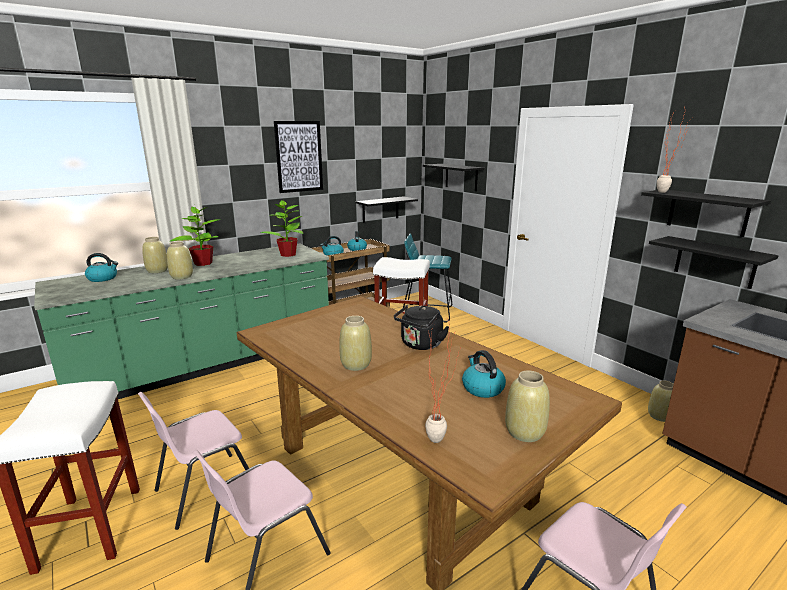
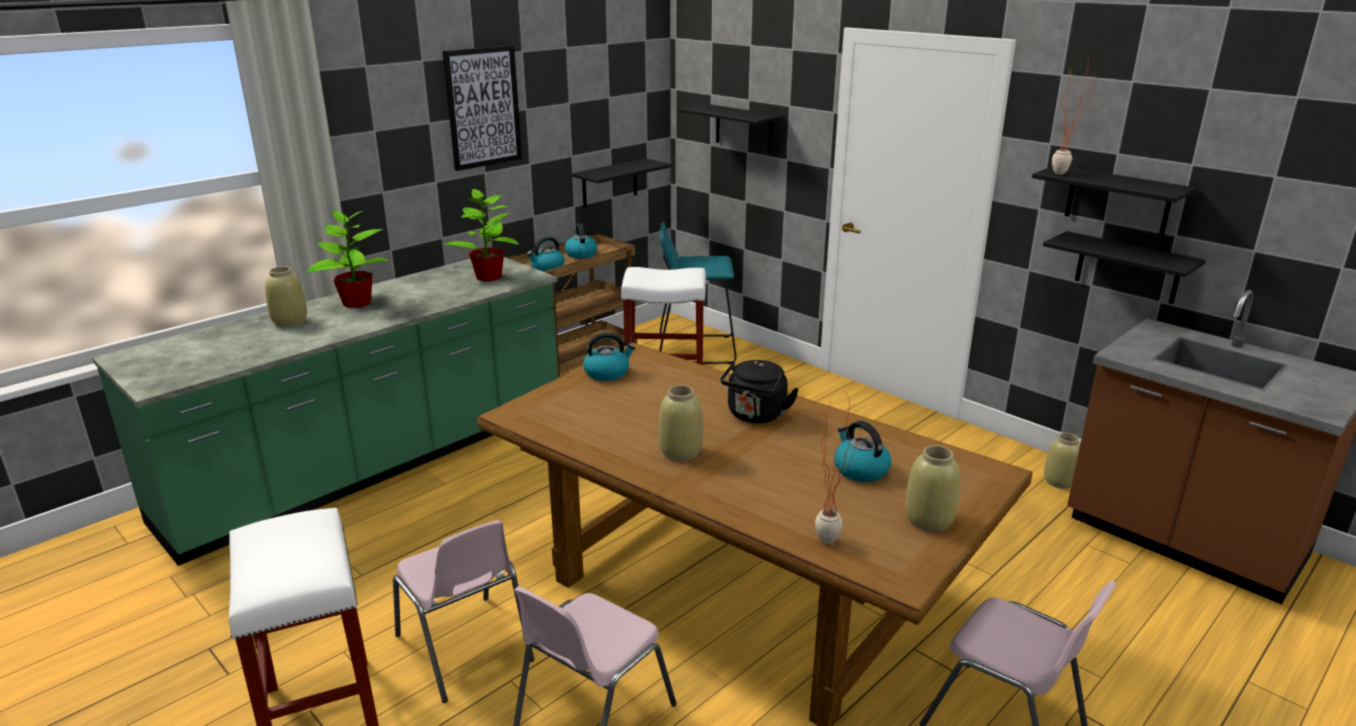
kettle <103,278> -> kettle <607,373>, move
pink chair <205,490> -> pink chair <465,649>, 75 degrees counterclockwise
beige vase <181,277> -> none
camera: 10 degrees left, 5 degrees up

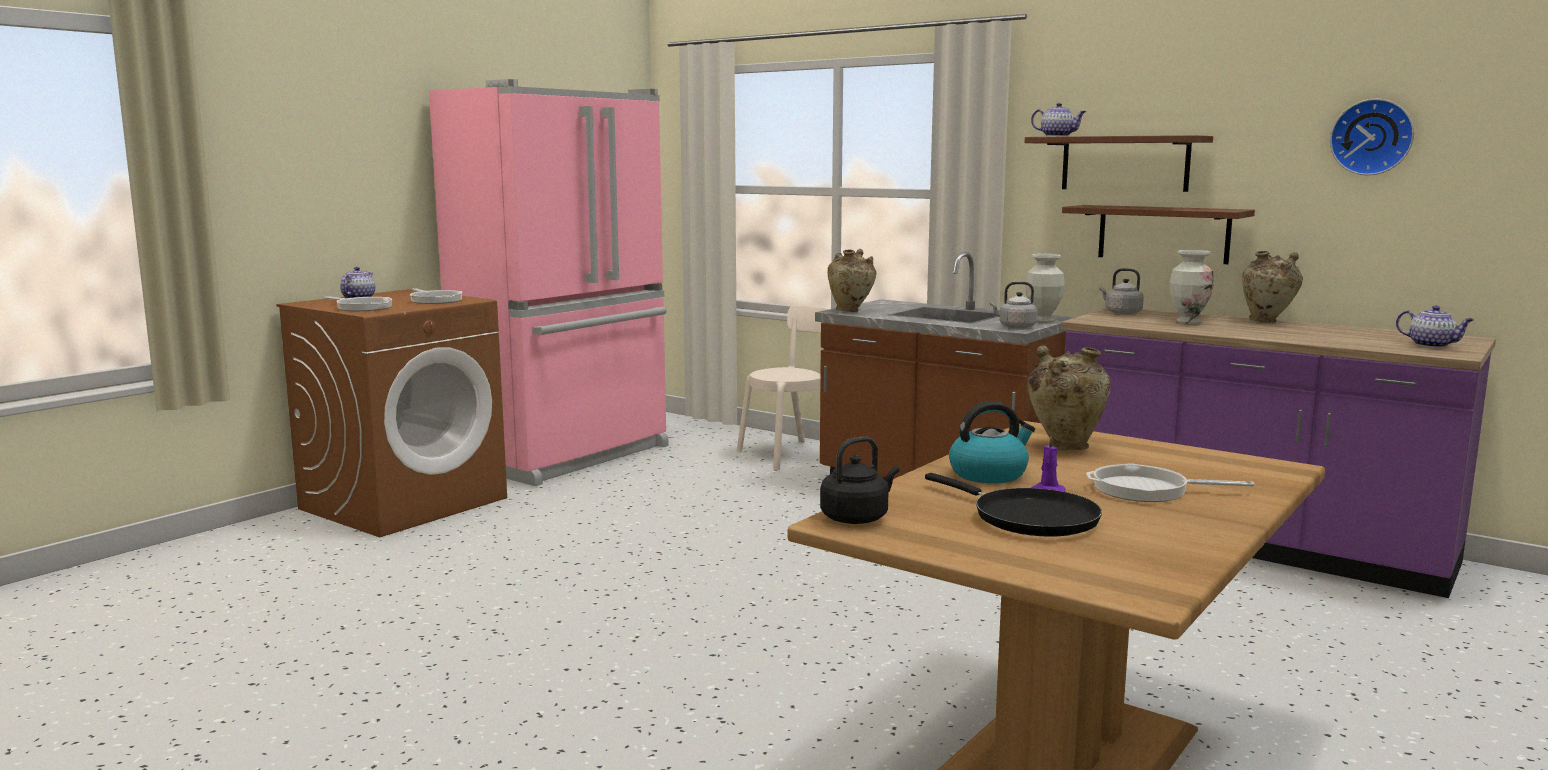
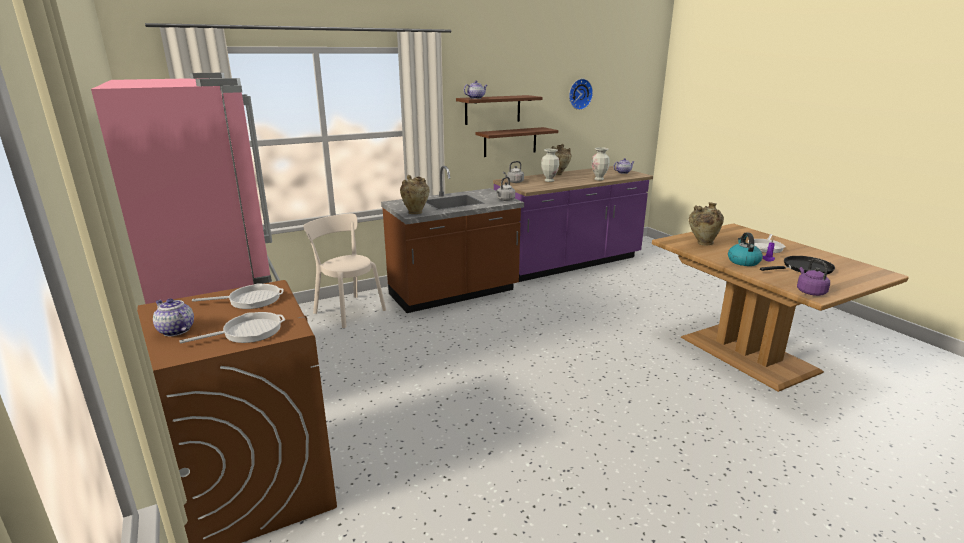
beige chair <794,454> -> beige chair <348,310>, 45 degrees counterclockwise
black kettle <857,518> -> purple kettle <809,292>
vase <1042,321> -> vase <599,179>, move
camera: 65 degrees left, 10 degrees up

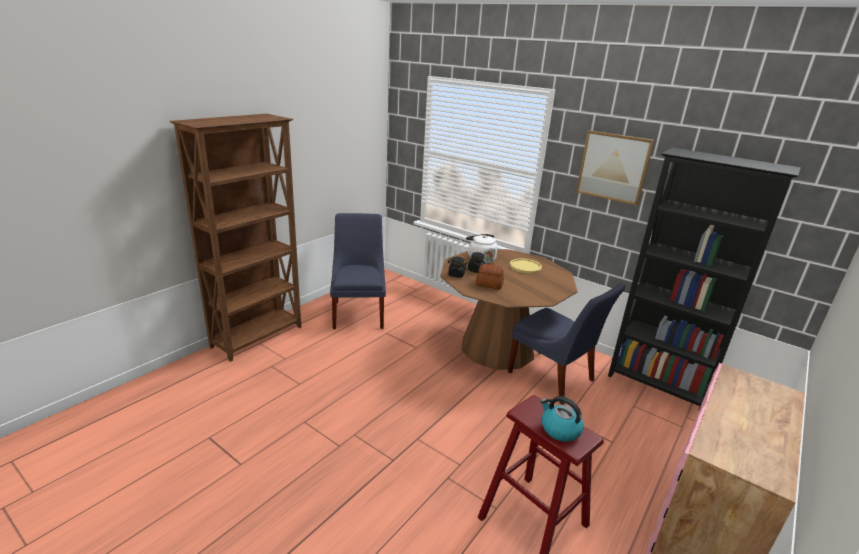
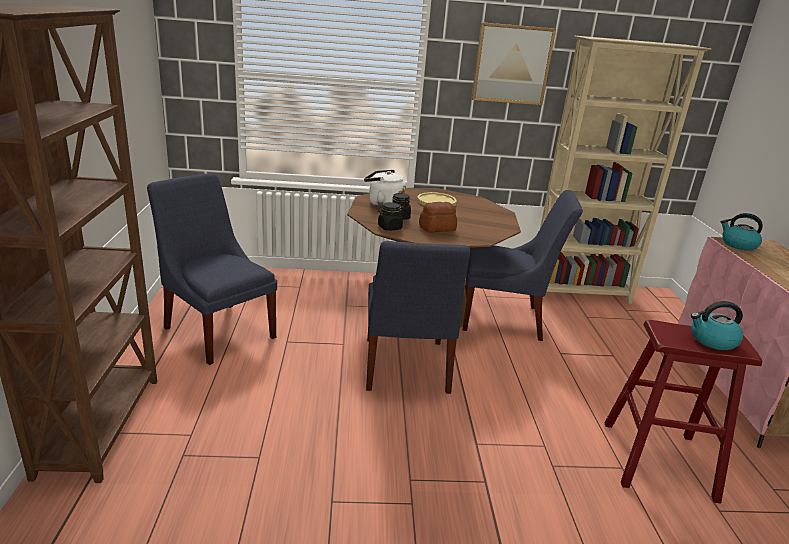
black bookcase <658,386> -> beige bookcase <580,293>
none -> blue chair <405,368>
none -> kettle <738,245>
camera: 40 degrees left, 0 degrees up

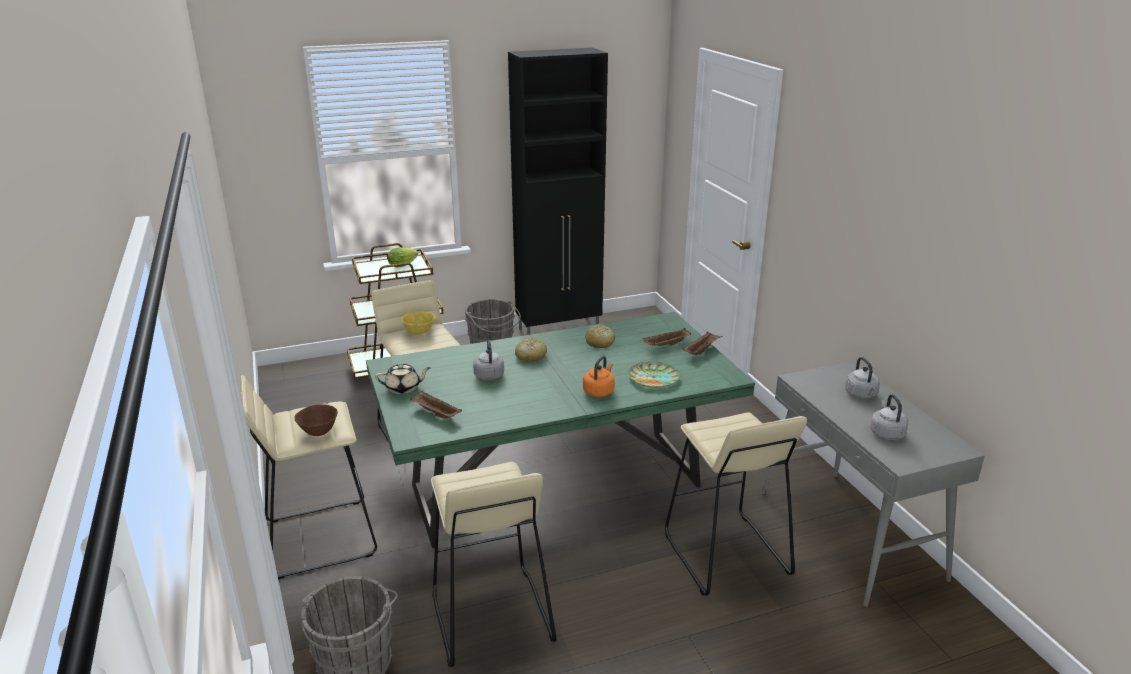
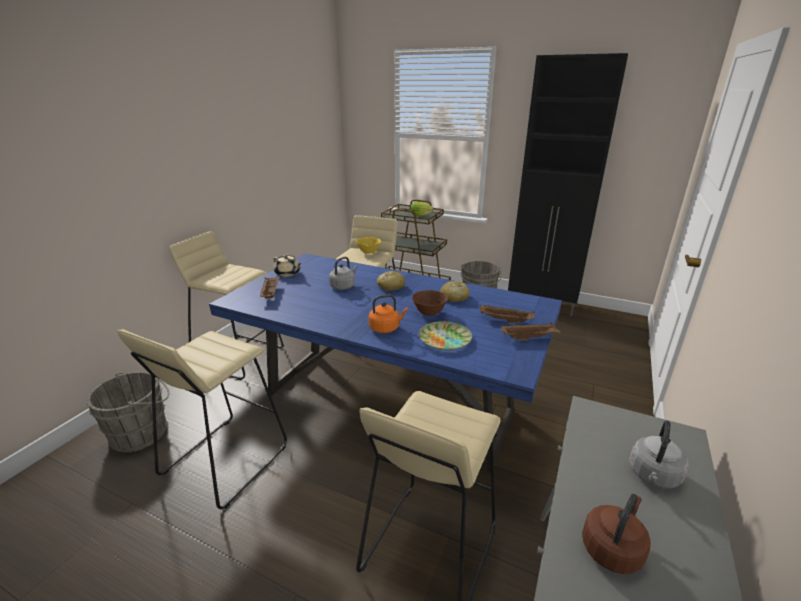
brown bowl <318,432> -> brown bowl <429,313>, move
green dining table <557,486> -> blue dining table <389,402>
grey kettle <886,433> -> brown kettle <612,548>
camera: 45 degrees right, 0 degrees up

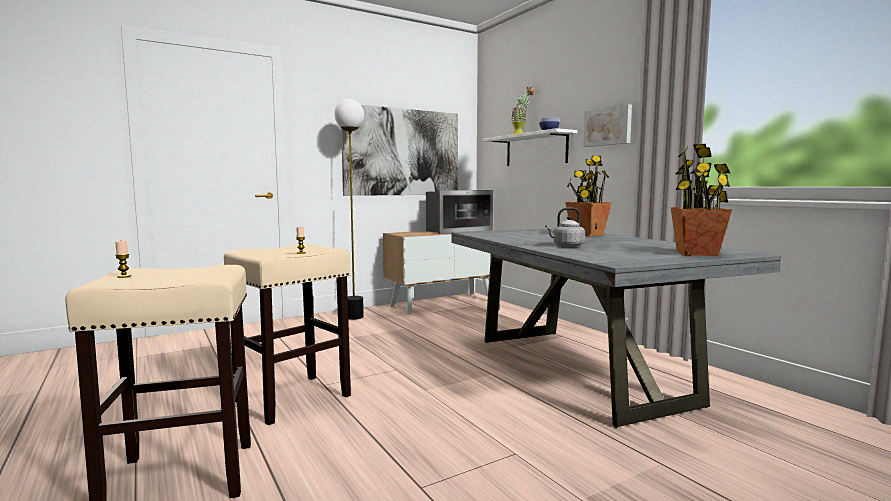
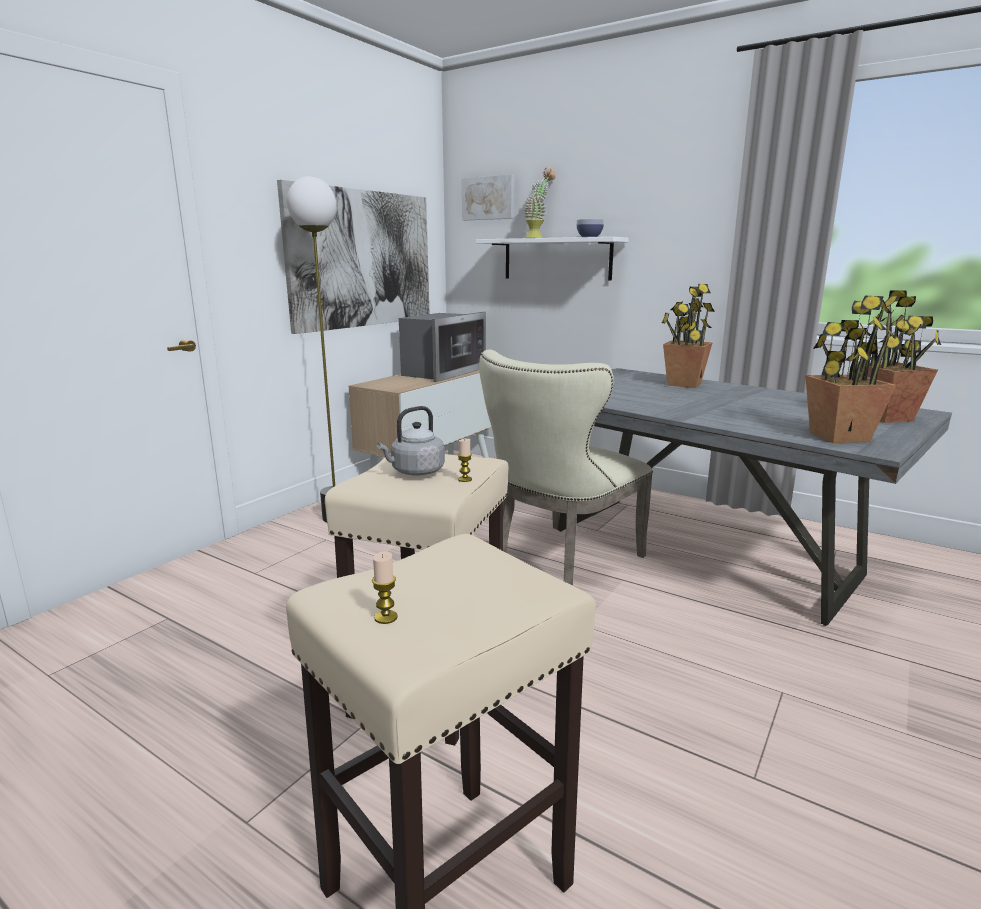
grey kettle <566,246> -> grey kettle <415,472>, move
picture <608,126> -> picture <489,198>, move
none -> beige chair <561,563>
none -> potted plant <838,437>
camera: 25 degrees left, 10 degrees up

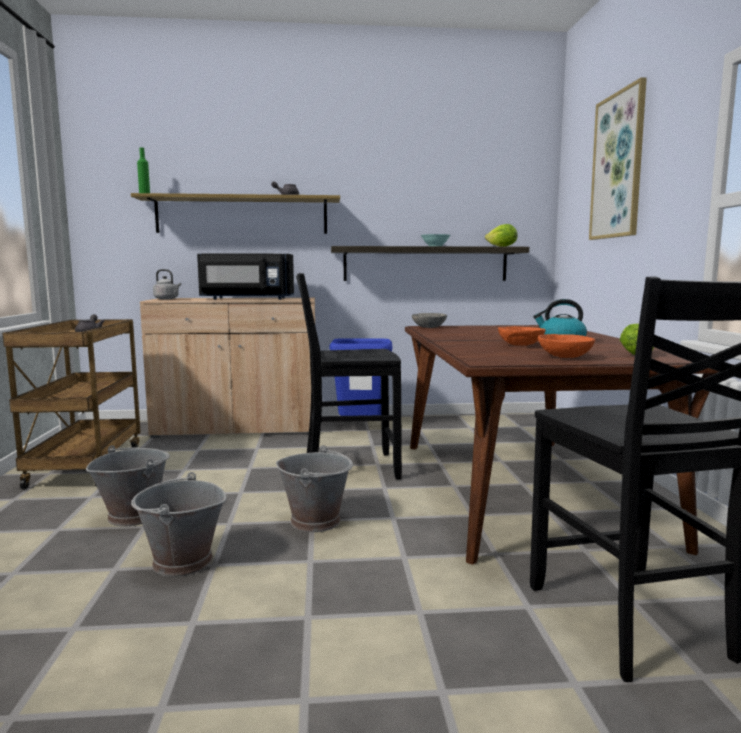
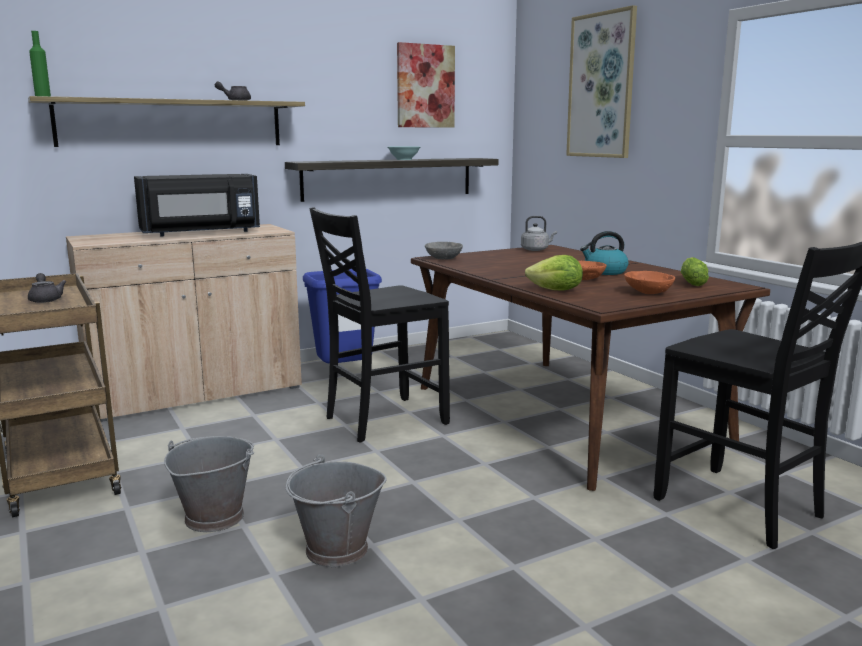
grey kettle <167,299> -> grey kettle <536,249>, move
grey bucket <316,521> -> none
lettuce <501,246> -> lettuce <556,291>, move
none -> picture <425,86>
camera: 25 degrees left, 5 degrees up

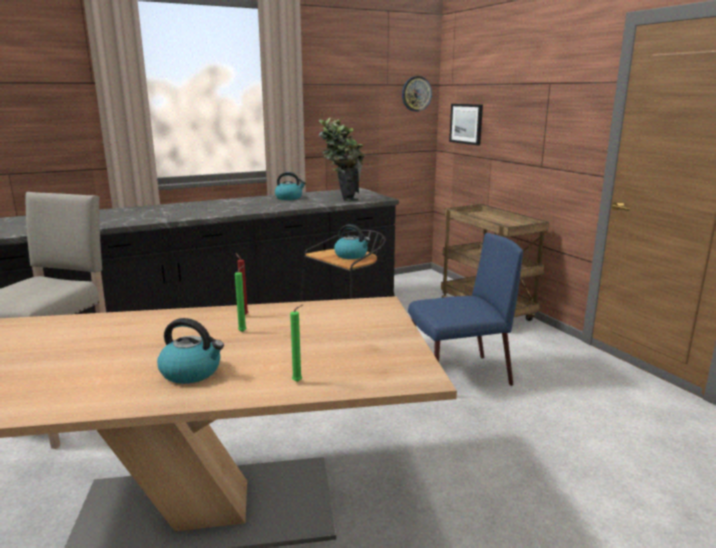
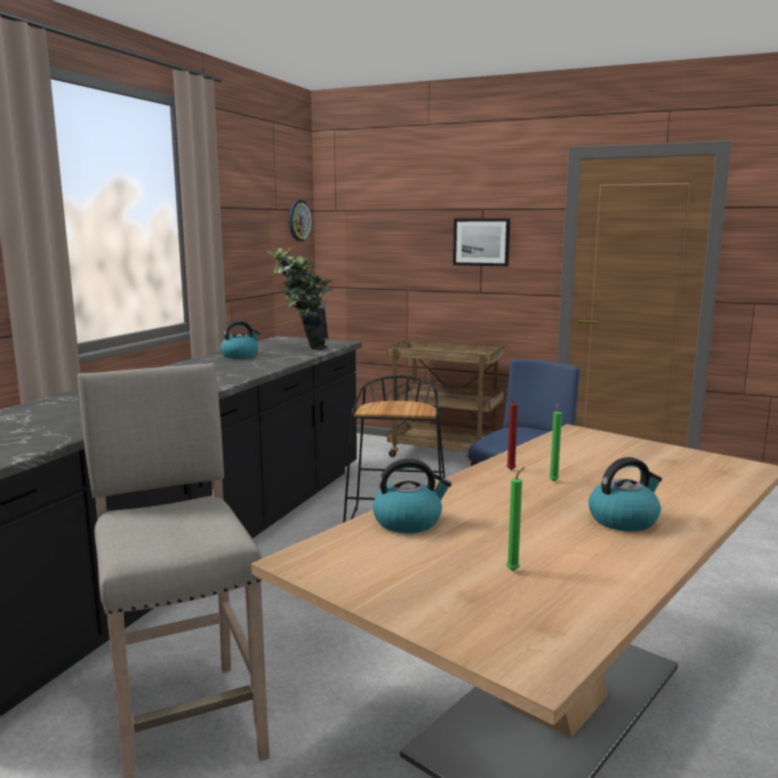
green candle <299,382> -> green candle <514,570>, move
kettle <351,255> -> kettle <408,521>, move
picture <466,124> -> picture <481,242>, move
camera: 40 degrees left, 5 degrees down

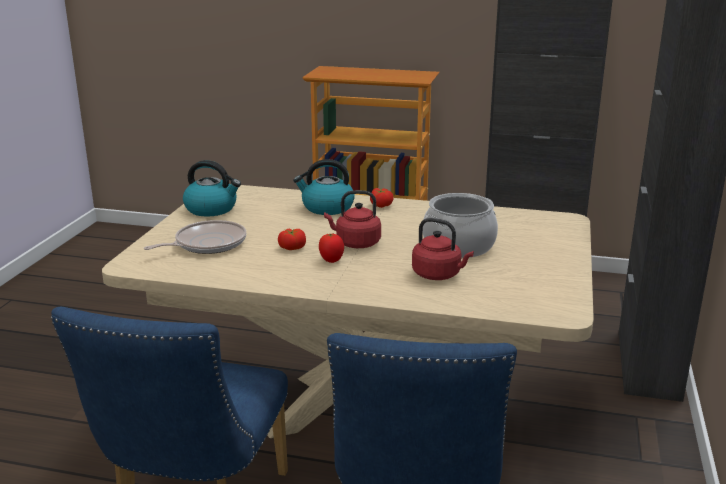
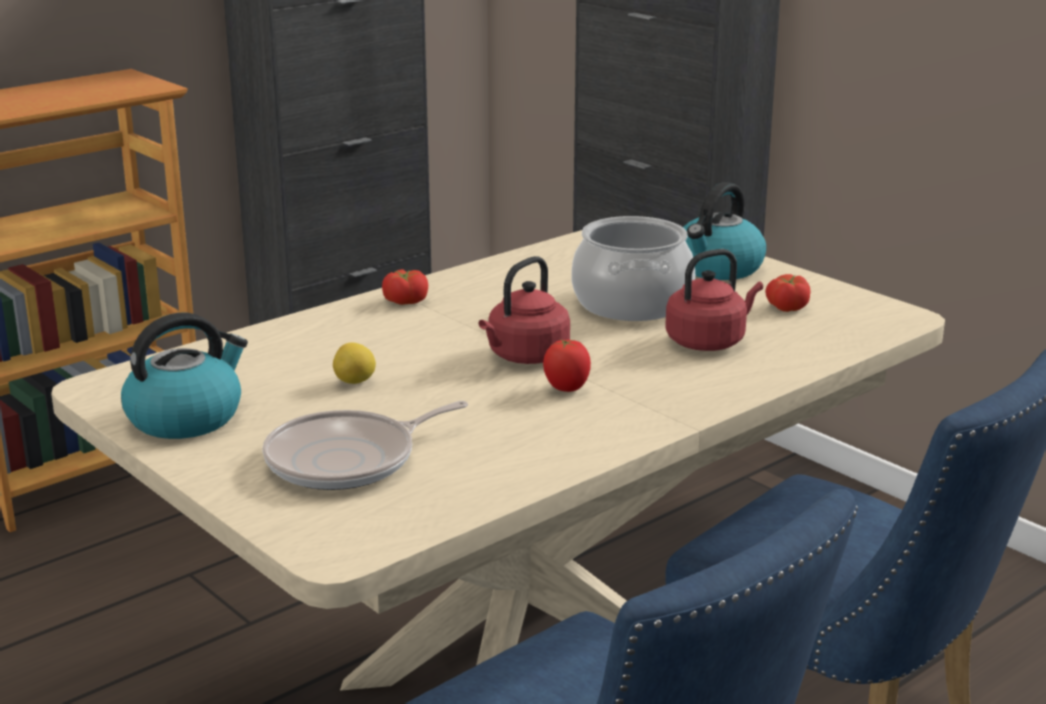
frying pan <207,244> -> frying pan <348,460>, 120 degrees counterclockwise
tomato <292,247> -> tomato <786,307>, move
kettle <327,208> -> kettle <718,268>, move
none -> lemon <355,382>
camera: 55 degrees left, 0 degrees up

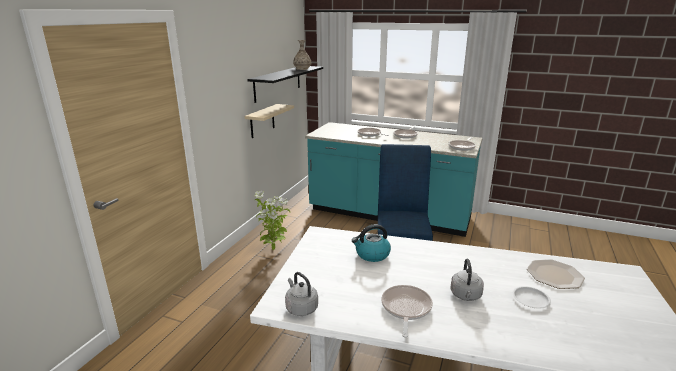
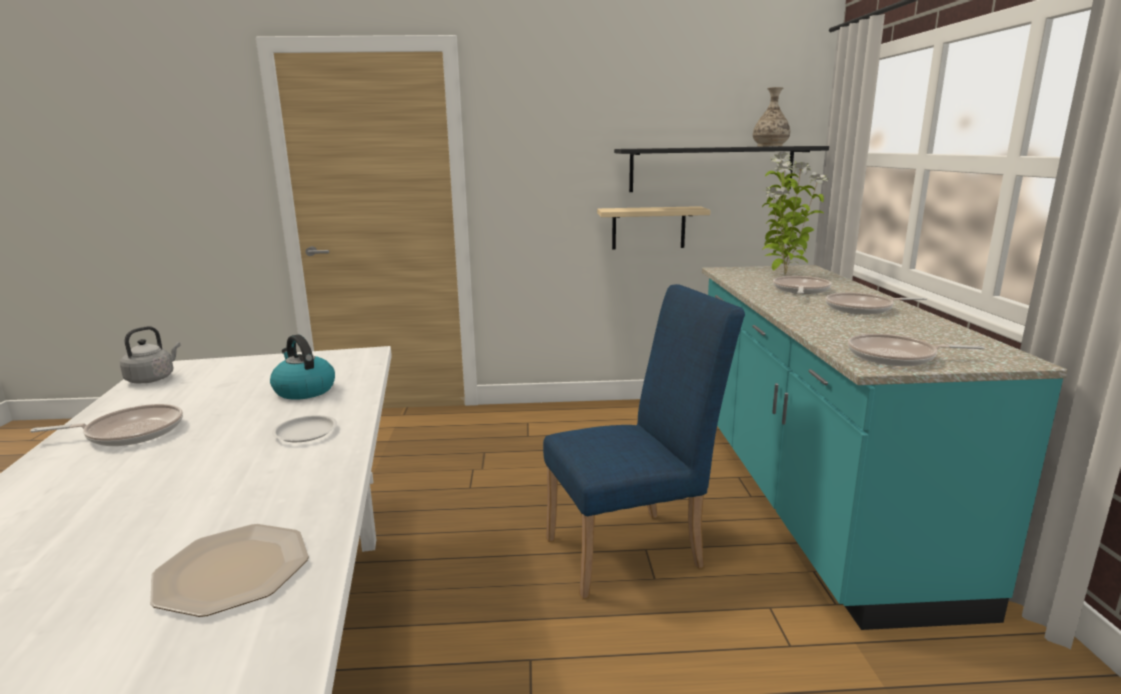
potted plant <273,249> -> potted plant <783,275>, move
grey kettle <465,296> -> none
white plate <530,299> -> white plate <306,432>, move
camera: 65 degrees right, 5 degrees down

